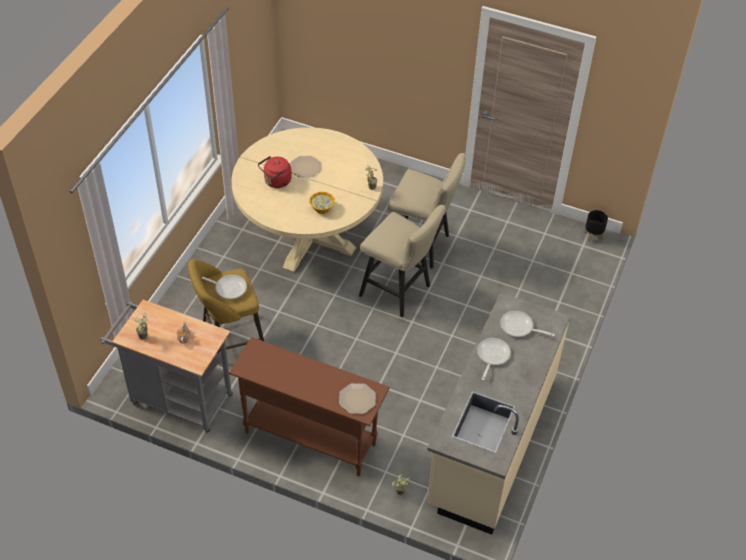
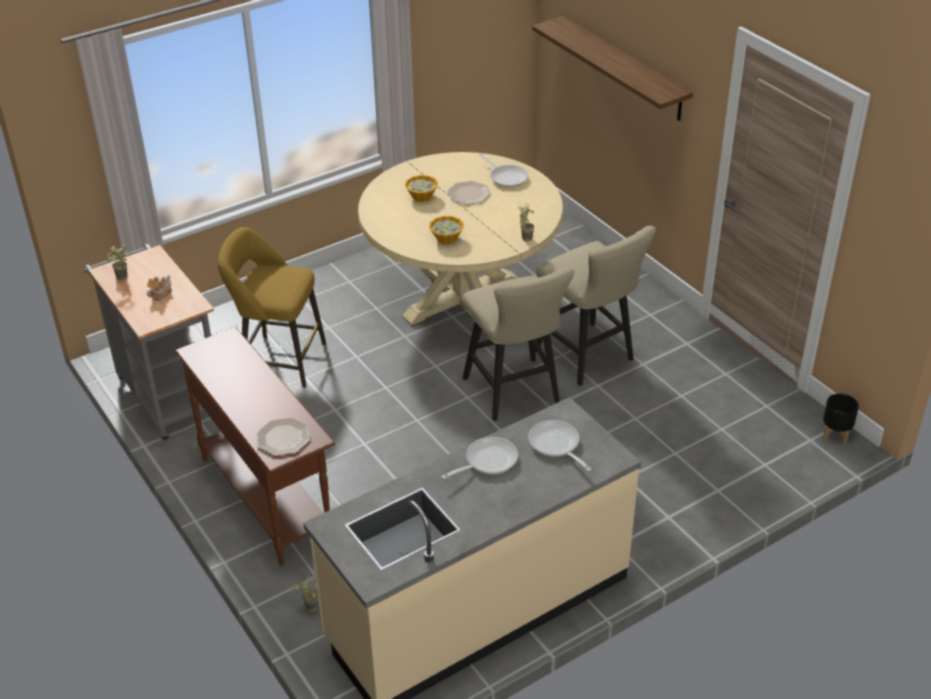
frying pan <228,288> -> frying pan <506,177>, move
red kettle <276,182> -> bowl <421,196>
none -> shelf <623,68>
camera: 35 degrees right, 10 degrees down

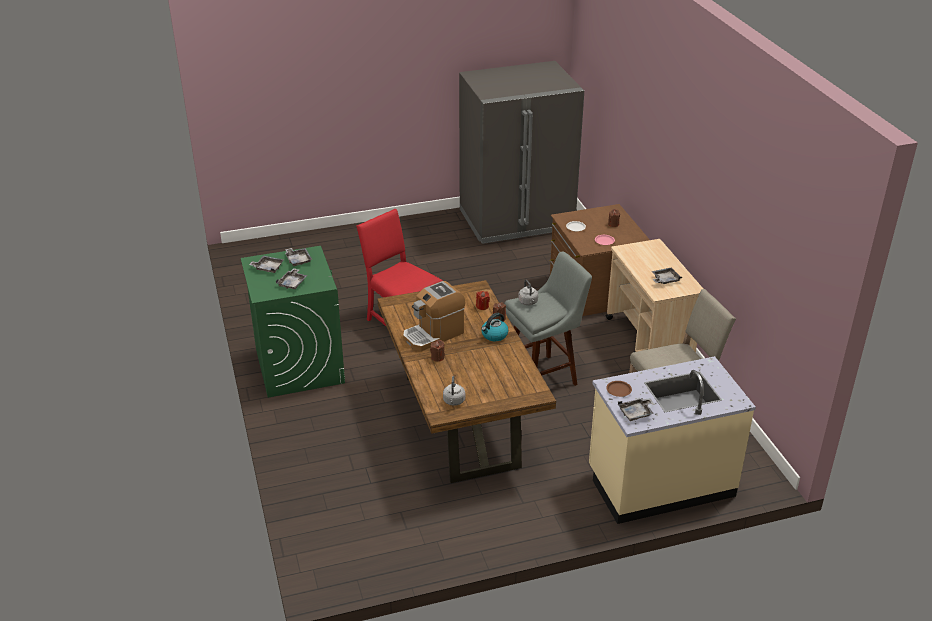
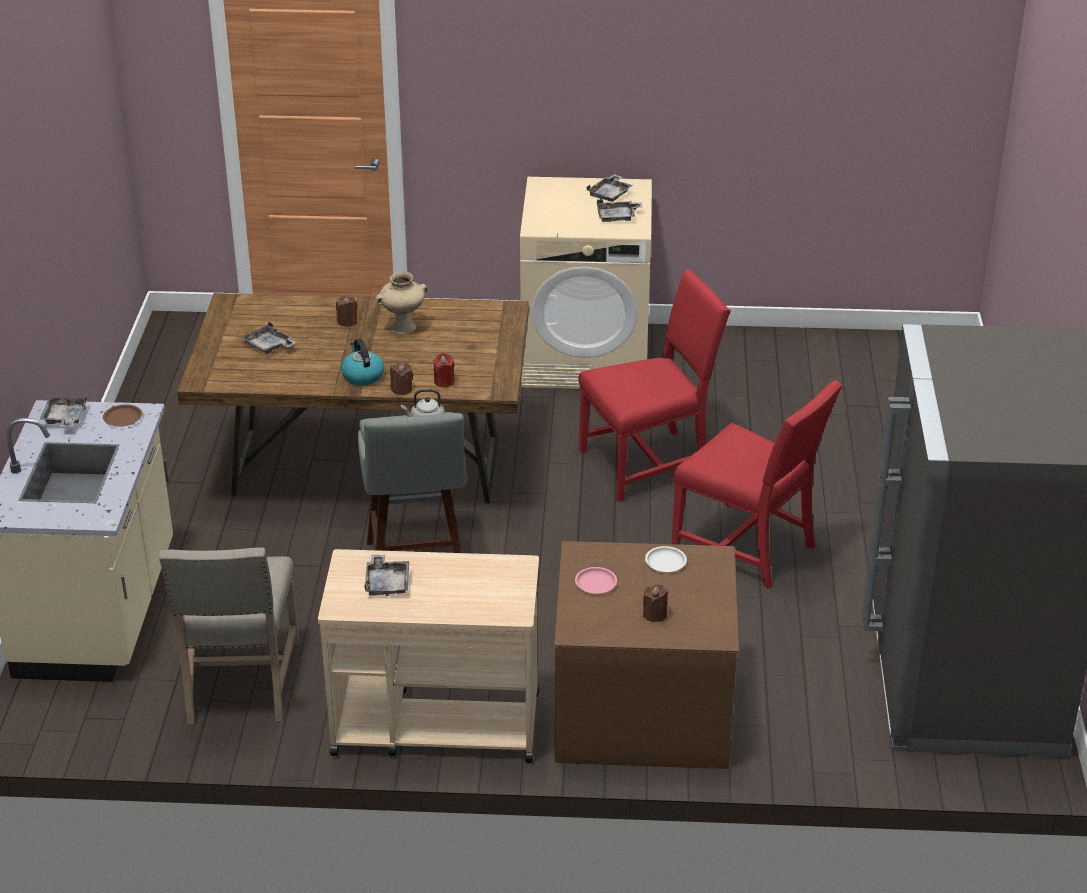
green washing machine <299,365> -> beige washing machine <586,358>
grey tray <292,283> -> grey tray <269,346>, move
coffee machine <433,334> -> beige vase <403,328>
grey kettle <454,401> -> none
none -> red chair <749,548>
camera: 110 degrees right, 0 degrees up

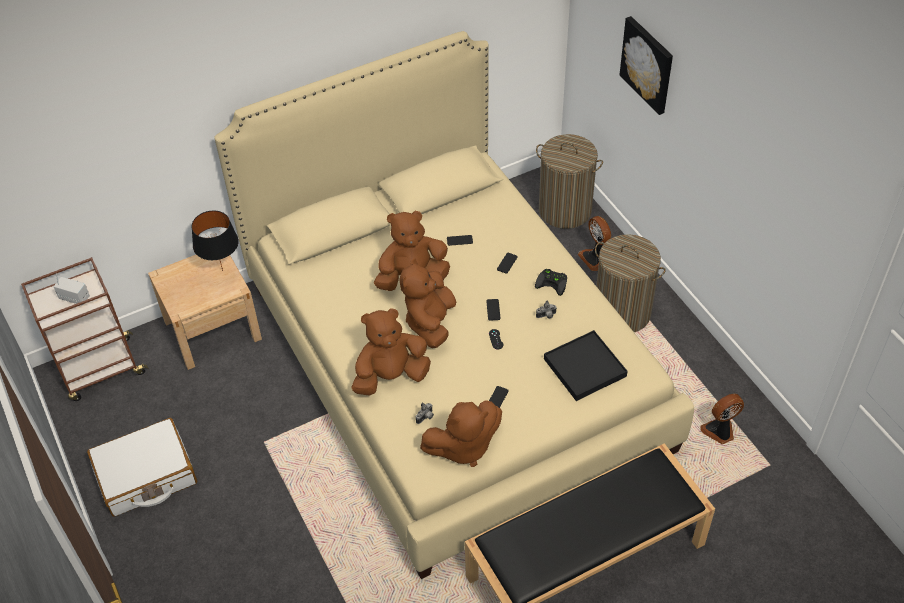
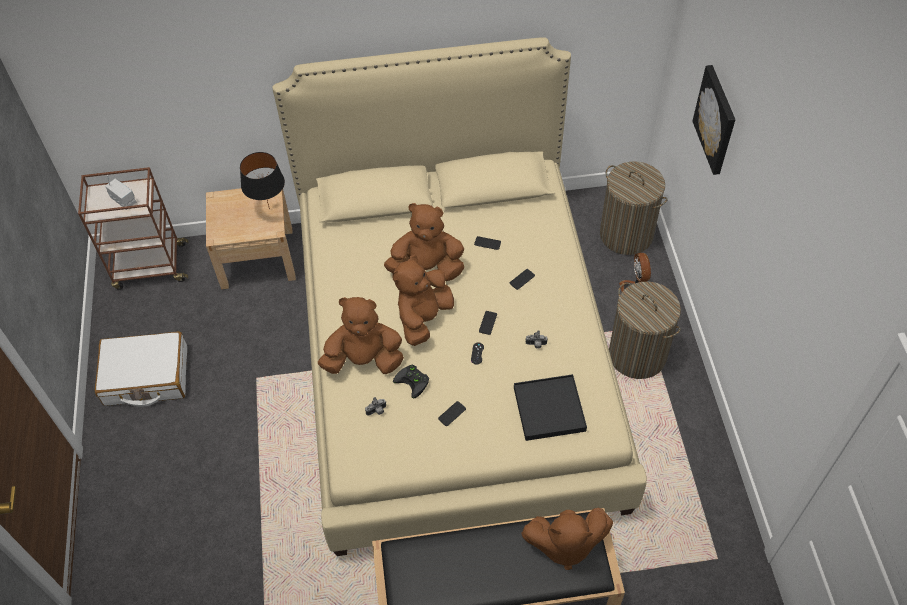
brown plush toy <463,447> -> brown plush toy <564,544>, move
black game controller <553,283> -> black game controller <414,381>, move
fan <719,432> -> none
camera: 20 degrees right, 5 degrees up

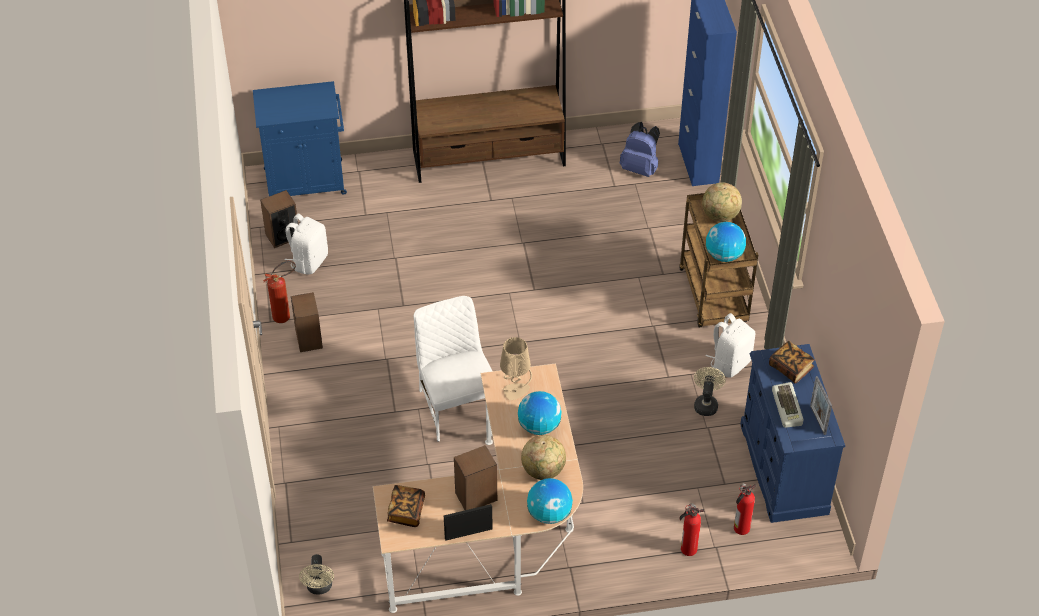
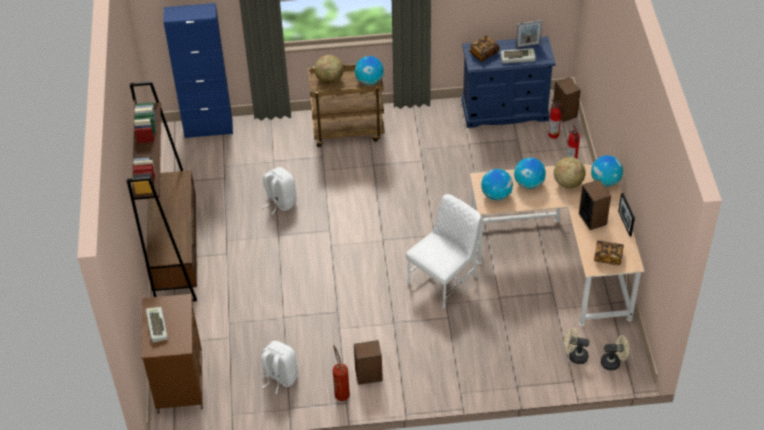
blue cabinet <307,181> -> brown cabinet <180,381>
speaker <282,236> -> speaker <564,113>, move
white chair <456,406> -> white chair <444,280>, 150 degrees clockwise
beige table lamp <516,391> -> globe <496,195>
blue backpack <640,168> -> none
beige fan <706,403> -> beige fan <574,356>, move
white backpack <729,363> -> white backpack <280,202>, move
none -> keyboard <156,326>
camera: 85 degrees left, 0 degrees up

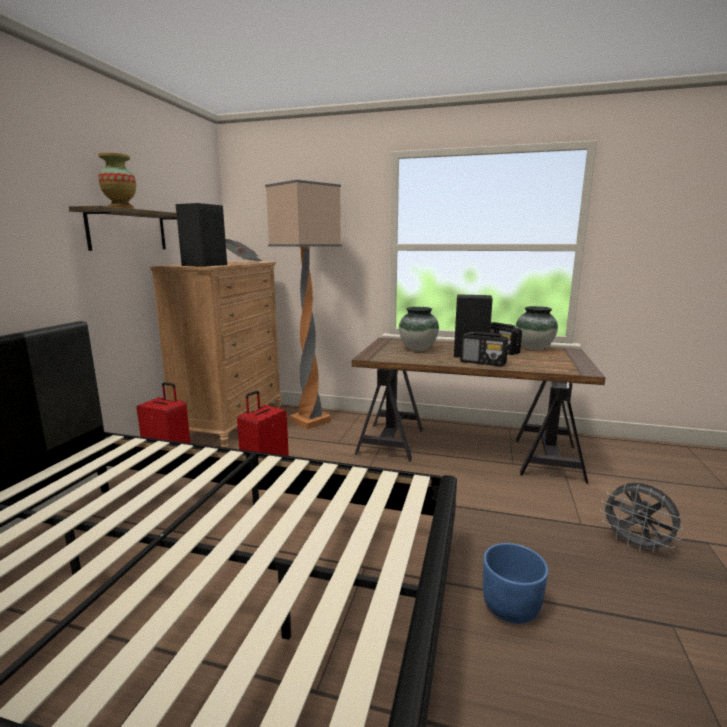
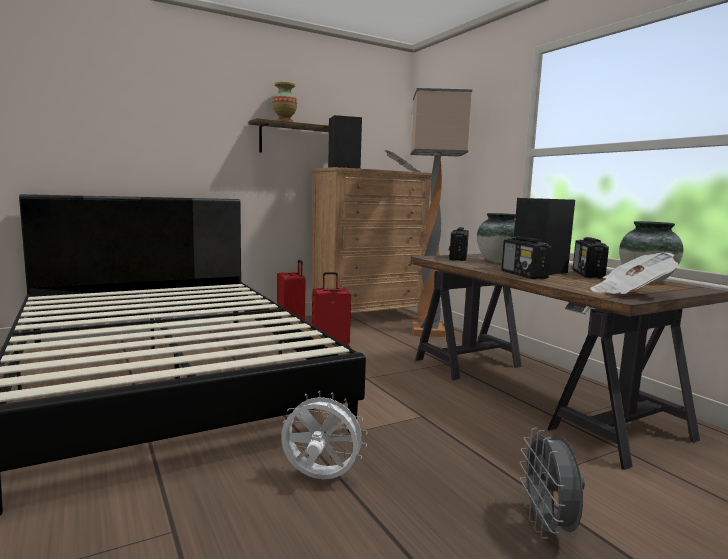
blue planter <510,607> -> white fan <320,479>
none -> radio <458,258>
none -> newspaper <630,293>
camera: 45 degrees right, 5 degrees down

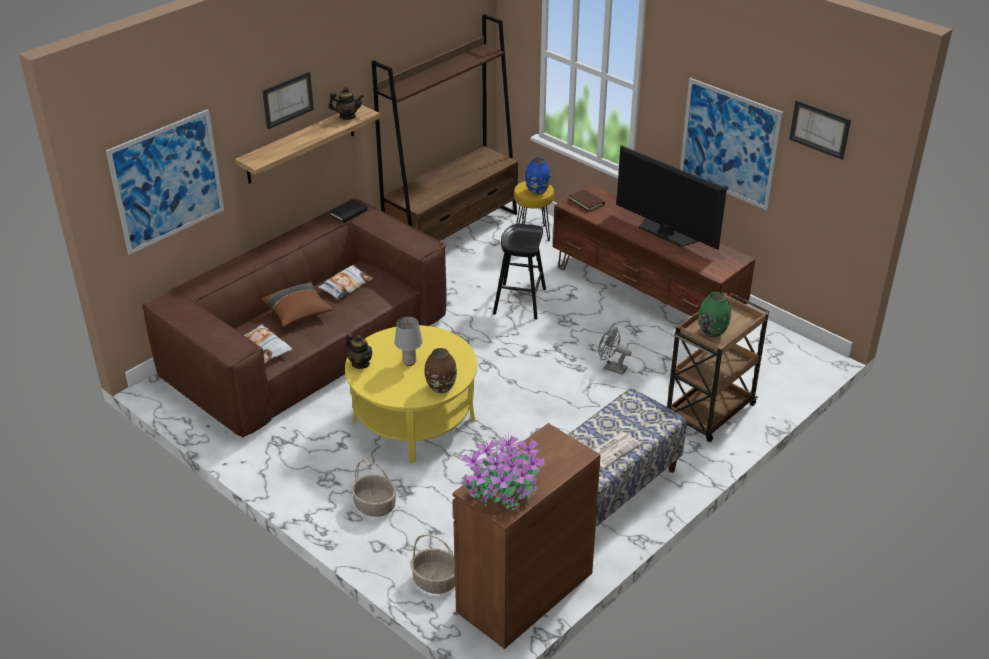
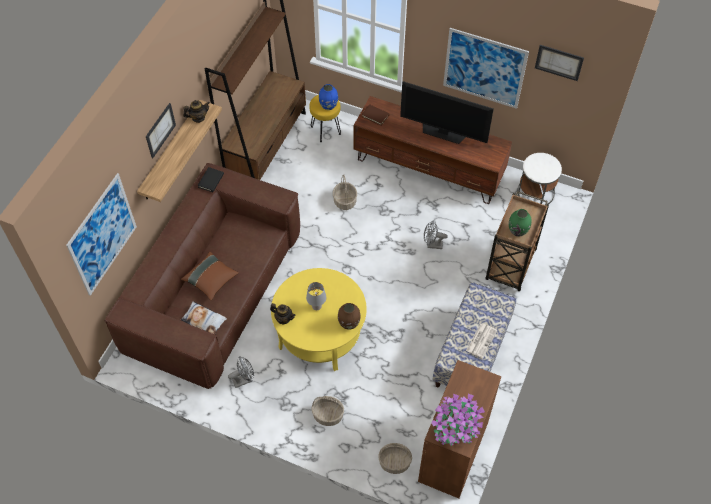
pillow <346,286> -> none
black stool <519,301> -> basket <344,201>
none -> grey fan <244,380>
none -> white side table <536,192>
camera: 20 degrees left, 20 degrees up

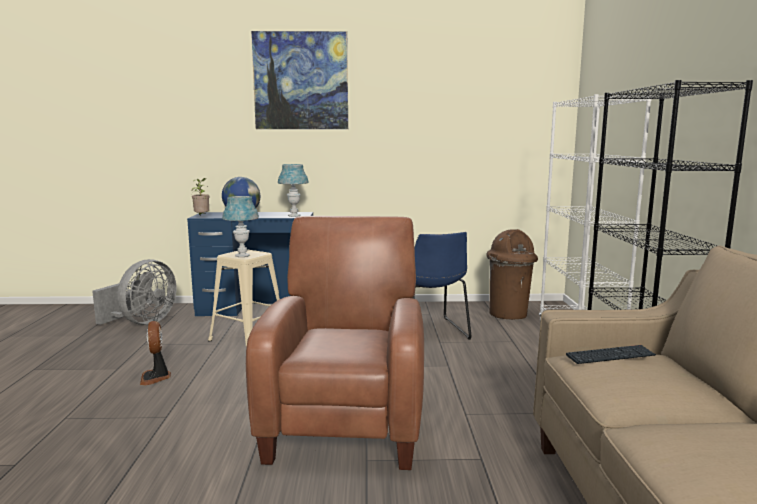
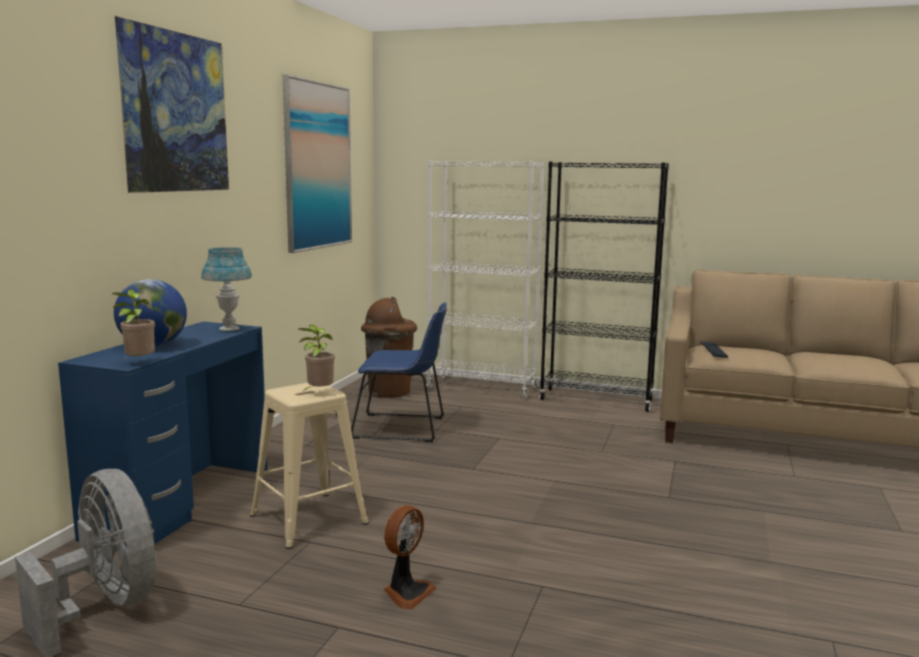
fan <156,377> -> fan <406,592>, 60 degrees counterclockwise
blue table lamp <242,256> -> potted plant <318,393>
brown armchair <347,419> -> none
none -> picture <318,166>
camera: 70 degrees left, 0 degrees up

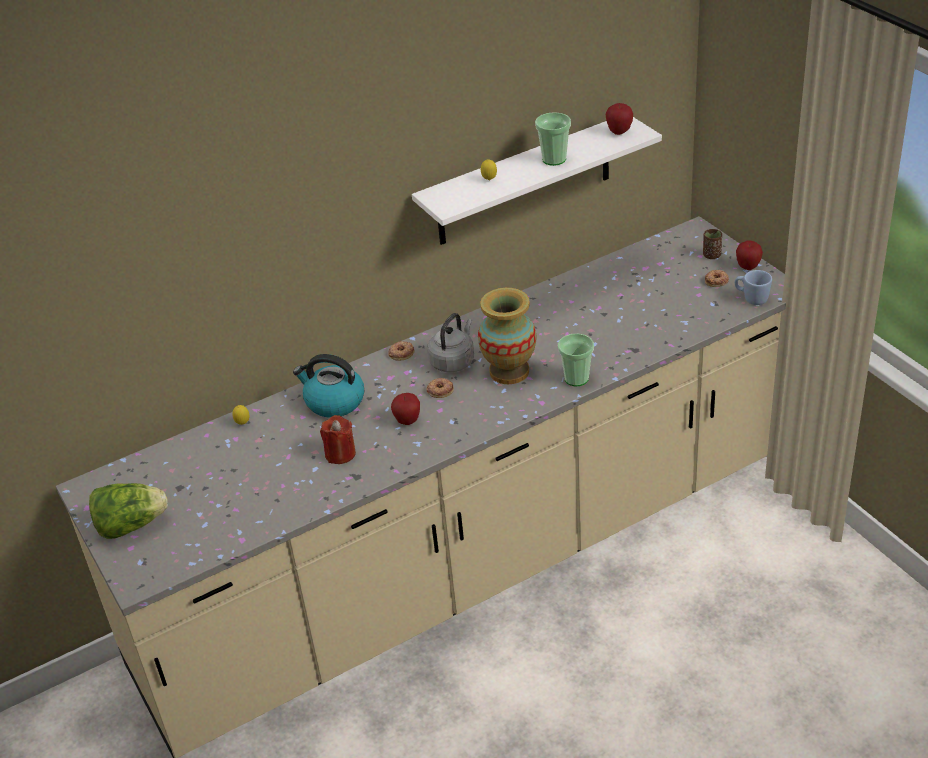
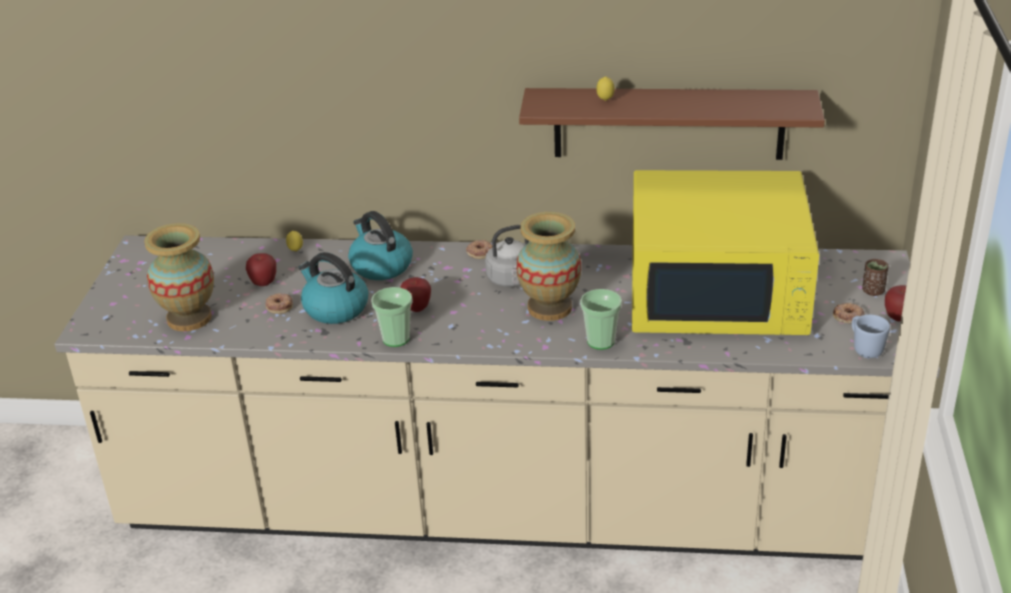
lettuce <131,526> -> none
red candle <340,454> -> kettle <335,308>
white shelf <524,181> -> brown shelf <668,123>
donut <440,390> -> donut <279,306>, move
cup <554,159> -> cup <396,339>, move
apple <619,132> -> apple <264,283>, move
none -> vase <189,318>
none -> yellow microwave <718,292>
camera: 35 degrees right, 5 degrees down

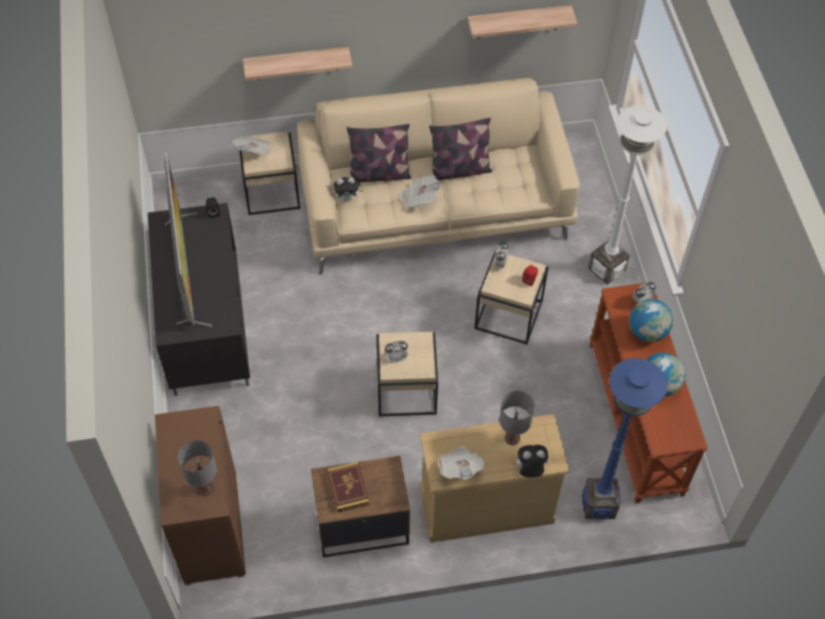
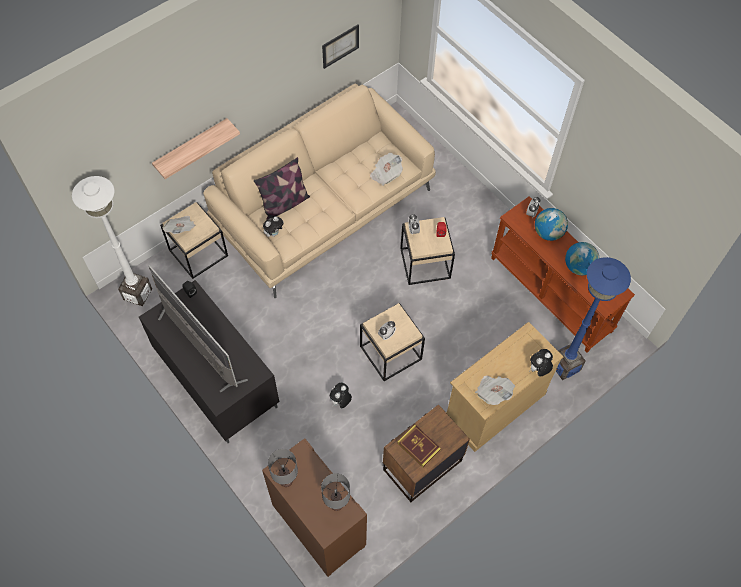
newspaper <419,198> -> newspaper <386,174>, move
pillow <459,170> -> none
shelf <518,22> -> picture <340,46>
grey table lamp <513,438> -> grey table lamp <286,480>, move
white floor lamp <607,269> -> white floor lamp <137,293>, move
none -> plush toy <340,401>
camera: 30 degrees left, 5 degrees up

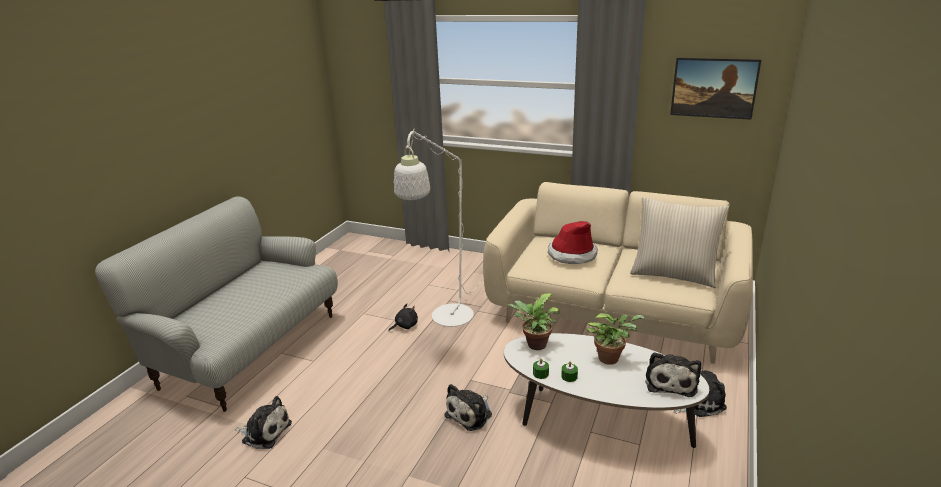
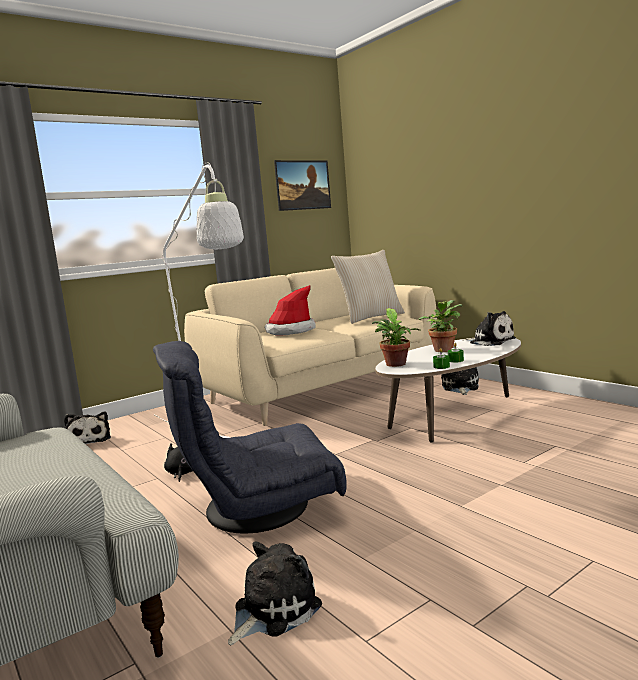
plush toy <471,414> -> plush toy <89,440>, move
none -> grey armchair <257,508>
camera: 60 degrees left, 15 degrees down

